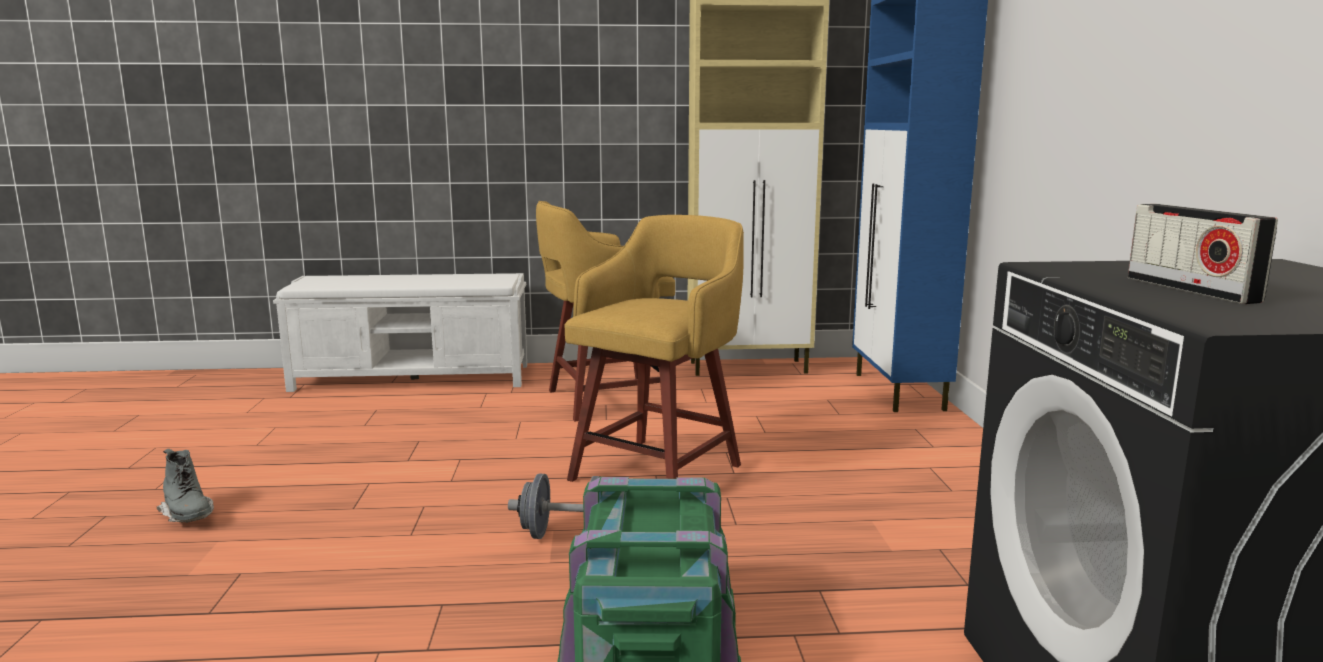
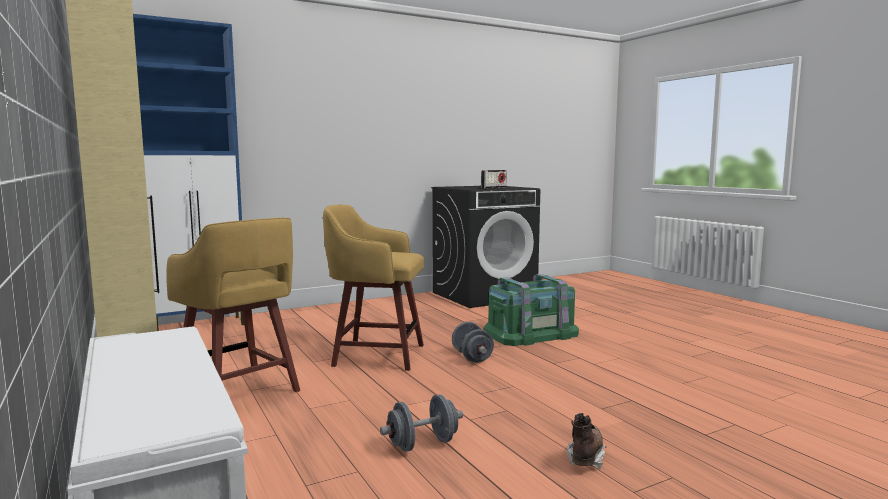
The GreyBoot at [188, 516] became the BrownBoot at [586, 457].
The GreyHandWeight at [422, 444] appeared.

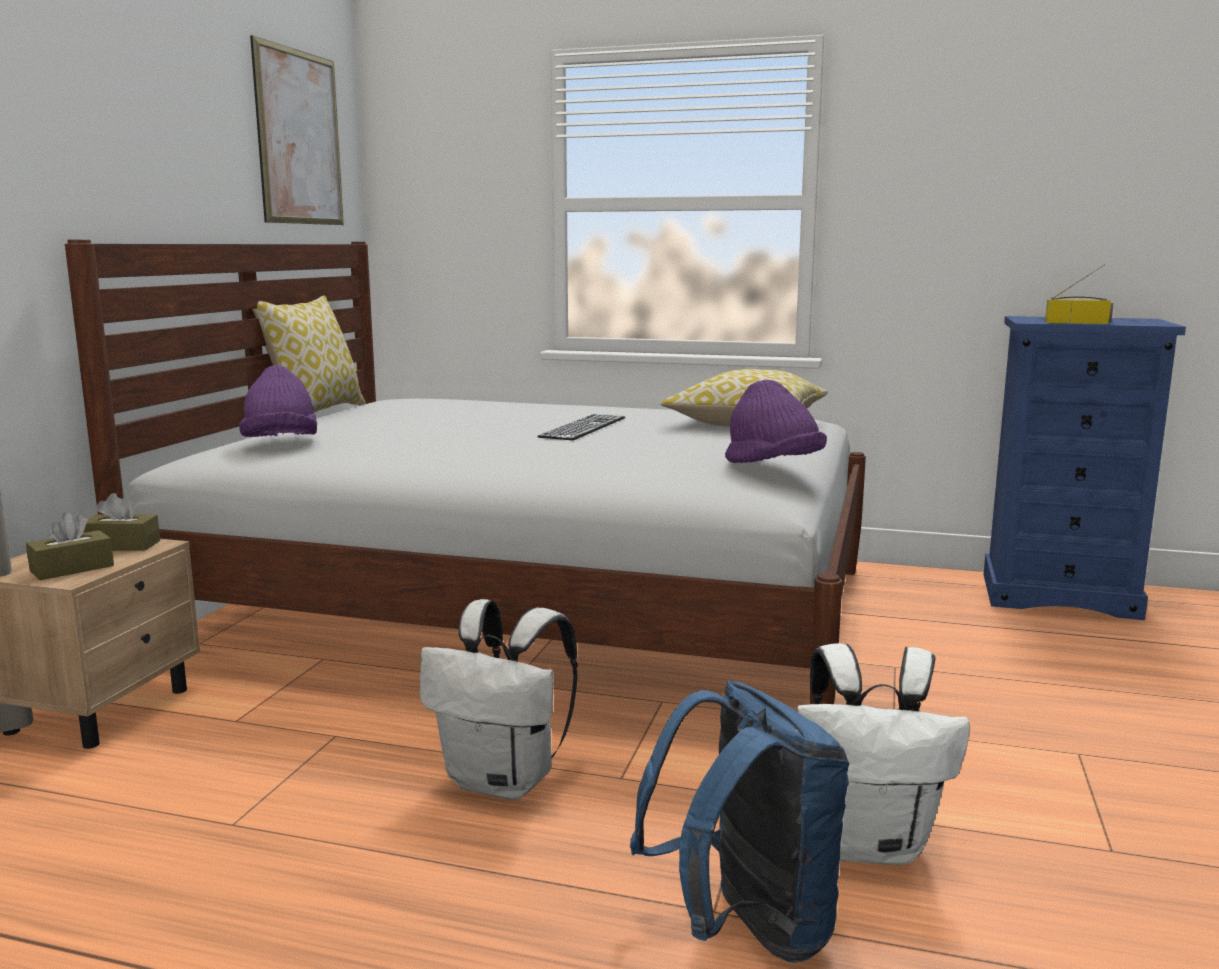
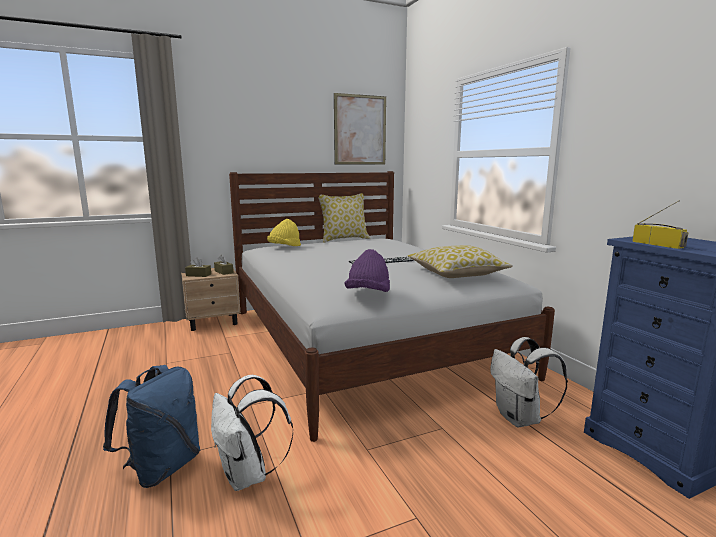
The PurplishClothingHat at [281, 443] became the YellowClothingHat at [284, 247].
The WhitishKnapsack moved from [504, 781] to [520, 418].

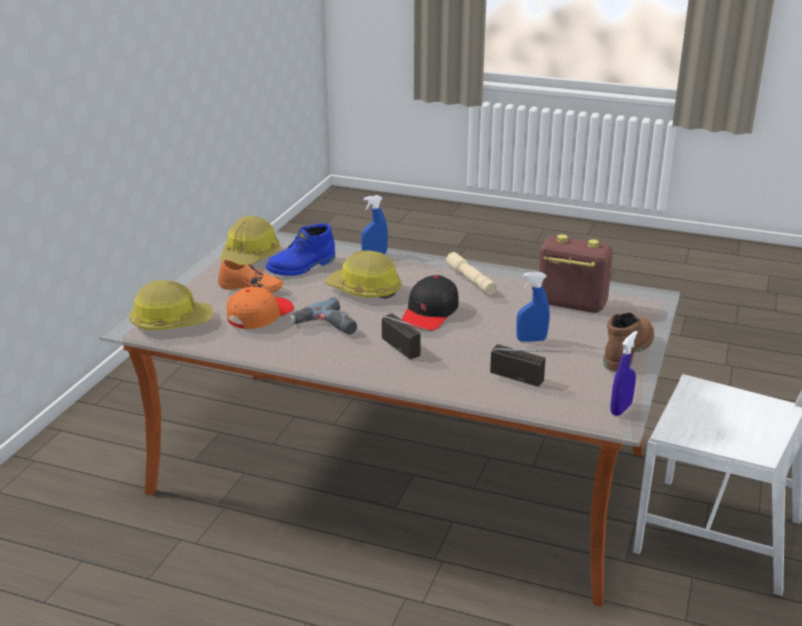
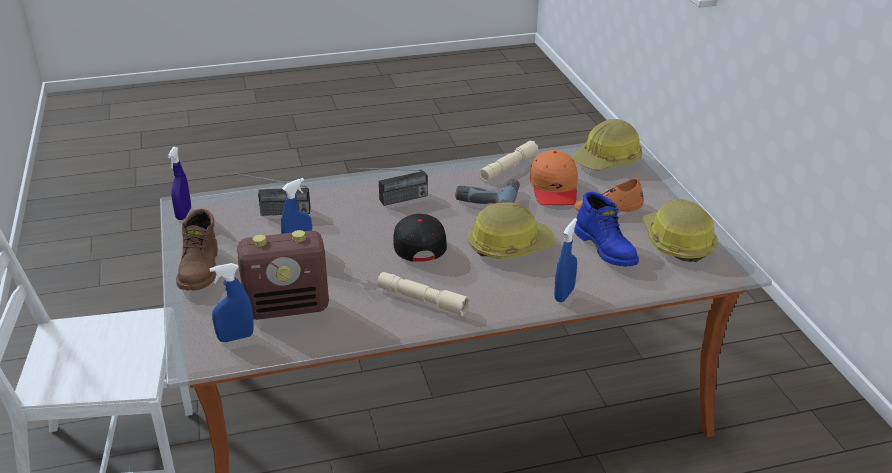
The BlueColouredBoot at [302, 267] turned 135 degrees clockwise.
The RadioSet at [409, 352] turned 45 degrees counterclockwise.
The BlueColouredSprayer at [236, 337] appeared.
The BeigeHandTorch at [508, 168] appeared.

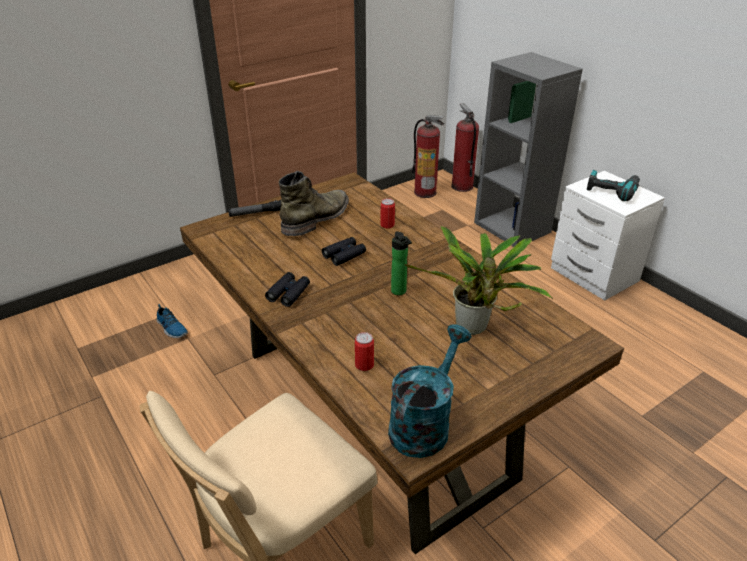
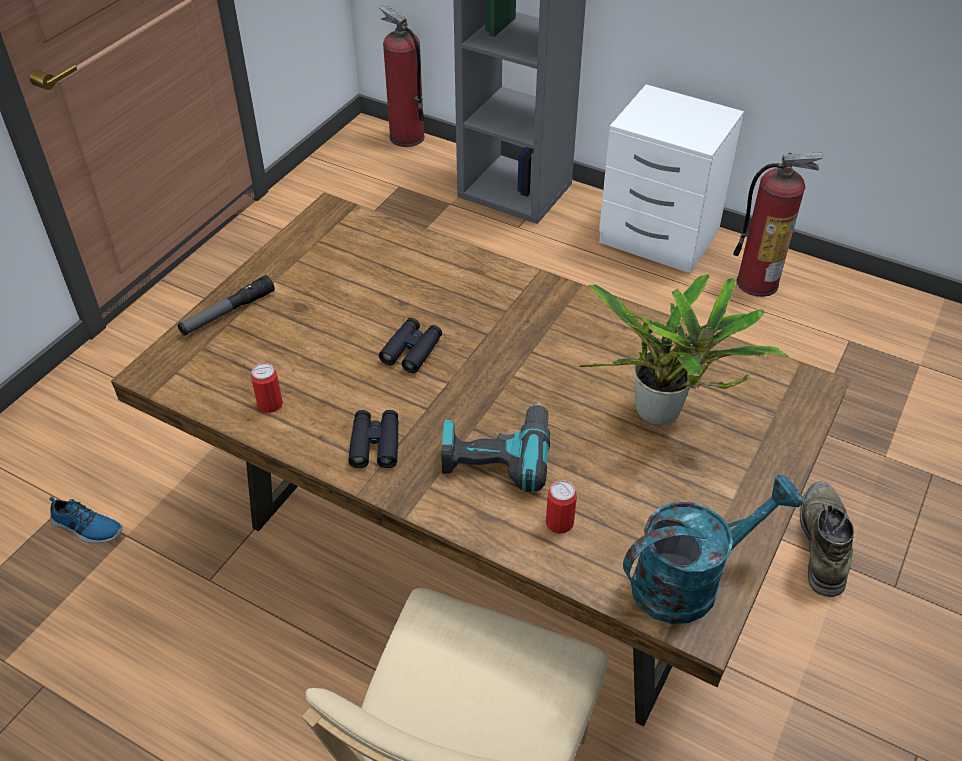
The GreenishBoot moved from [317, 218] to [823, 542].
The SealedCan moved from [387, 225] to [270, 404].
The TurquoiseSprinklingCan at [424, 423] turned 60 degrees clockwise.
The DrinkBottle at [400, 292] disappeared.
The Extinguisher moved from [425, 192] to [757, 282].
The Drill moved from [612, 190] to [496, 453].

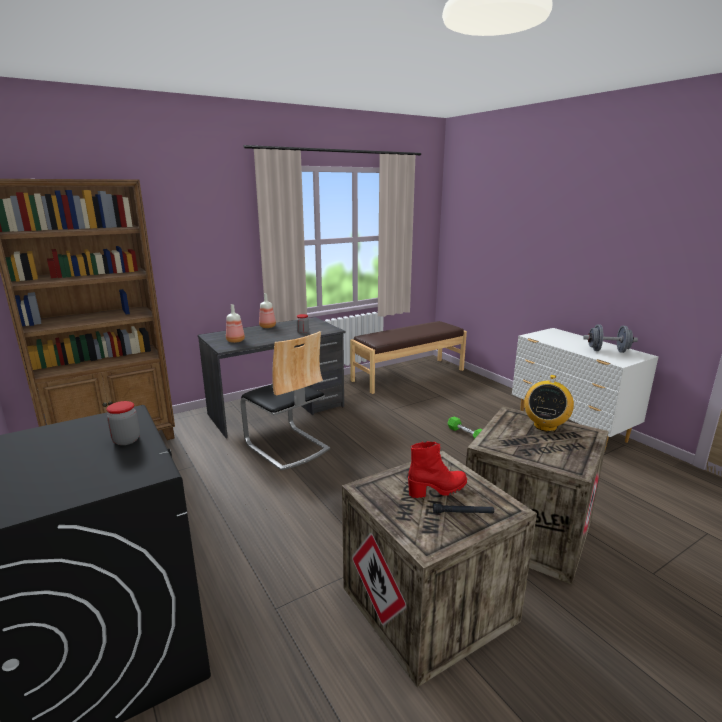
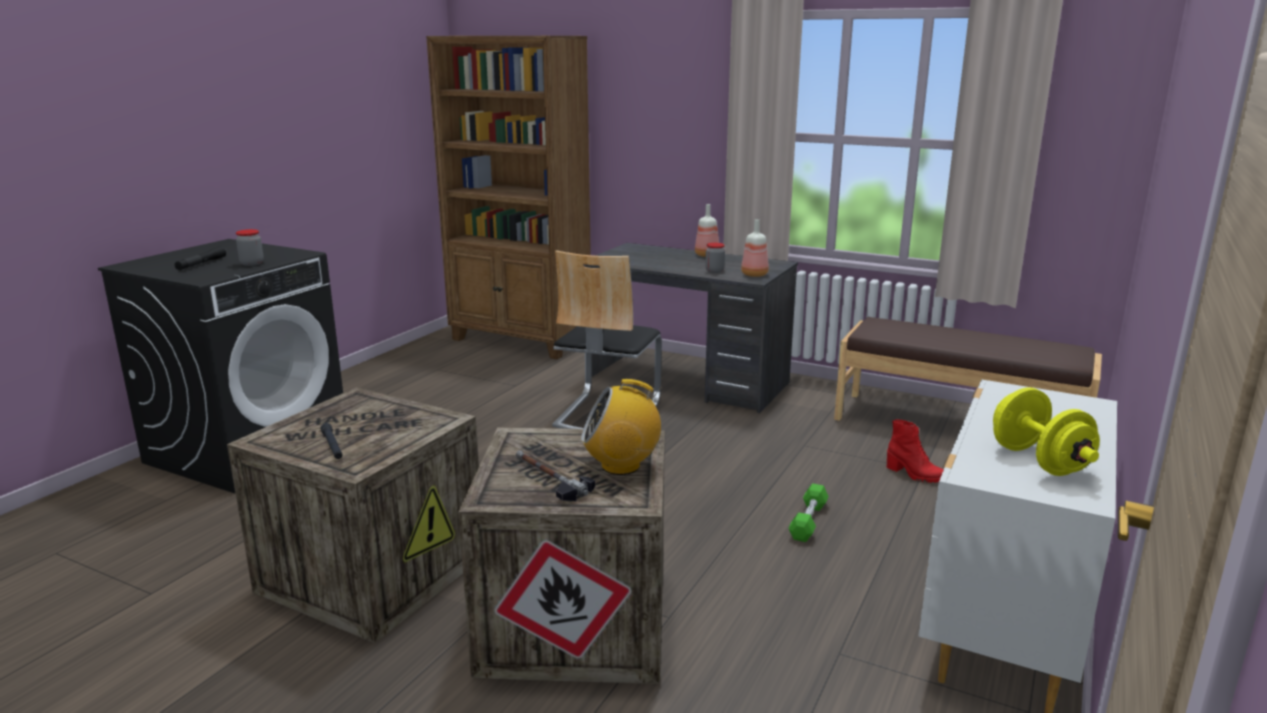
The DrinkBottle moved from [235, 340] to [754, 274].
The RedBoot moved from [438, 490] to [914, 475].
The GreyHandWeight at [607, 351] became the YellowHandWeight at [1039, 461].
The BlackColouredHandTorch at [201, 264] appeared.
The ToolHammer at [549, 479] appeared.

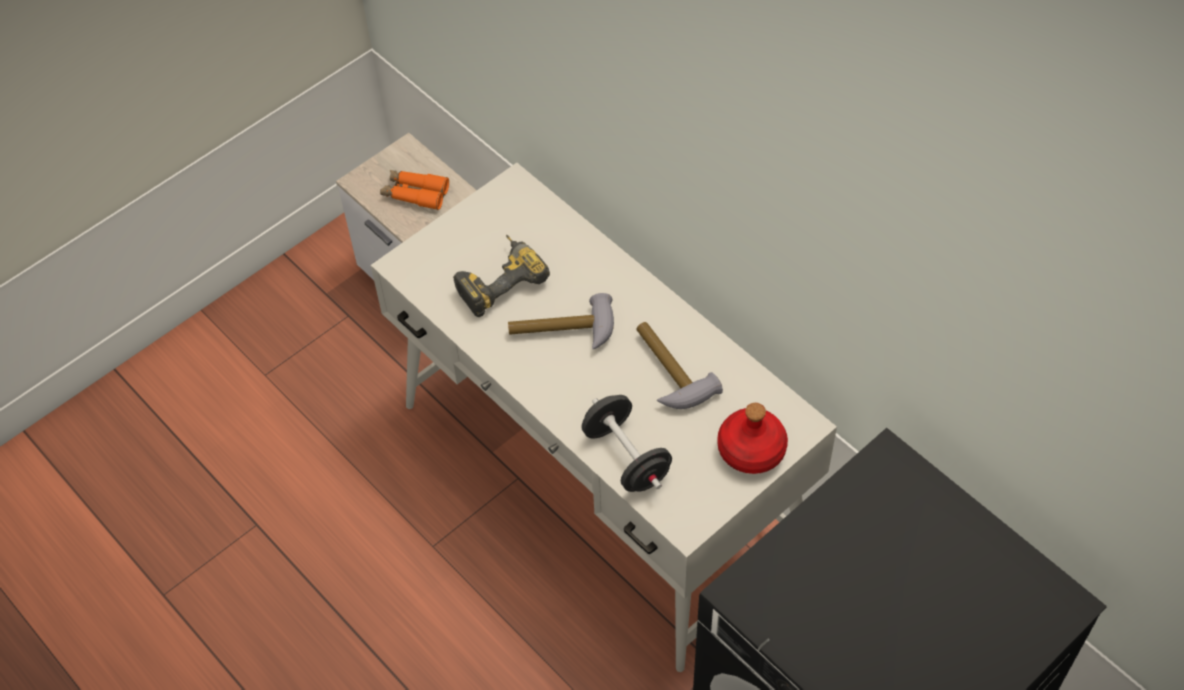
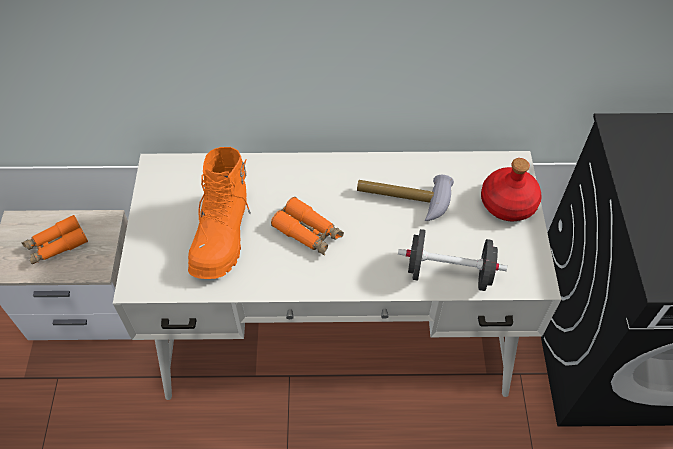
The Drill at [498, 280] was replaced by the OrangeyBoot at [222, 235].
The ToolHammer at [562, 332] was replaced by the OrangeyFieldGlasses at [308, 232].

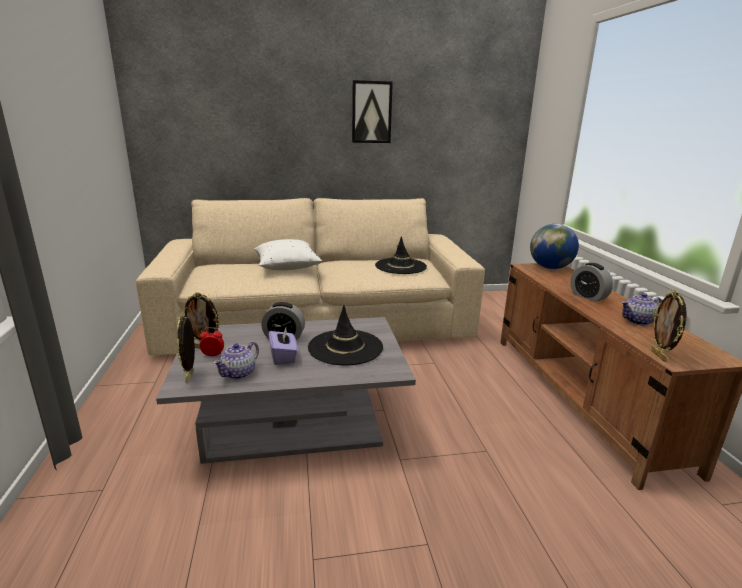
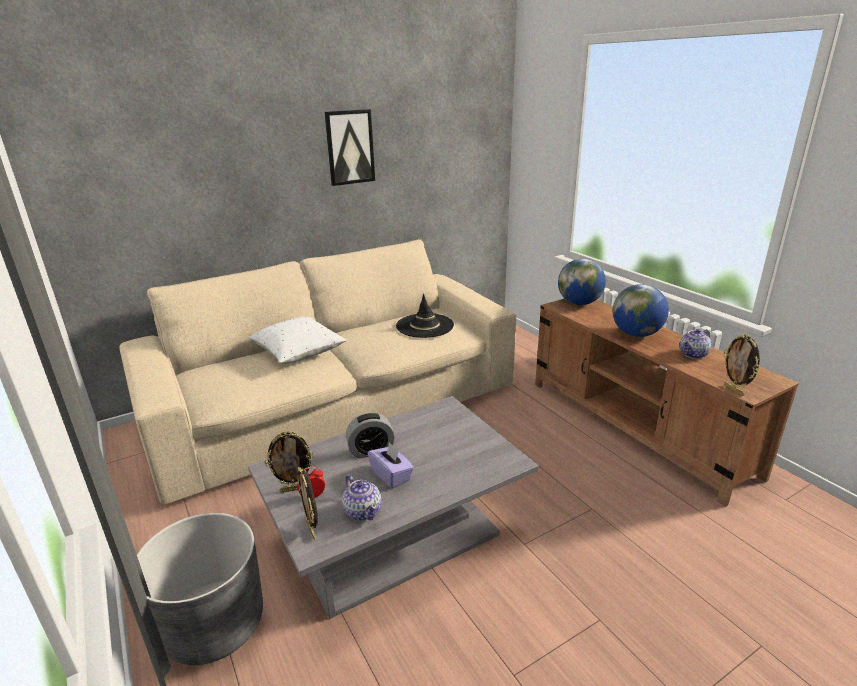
The Teapot at [239, 373] turned 45 degrees counterclockwise.
The BlackColouredClothingHat at [345, 347] disappeared.
The AlarmClock at [588, 297] was replaced by the Globe at [636, 334].
The GreyPlanter at [214, 625] appeared.

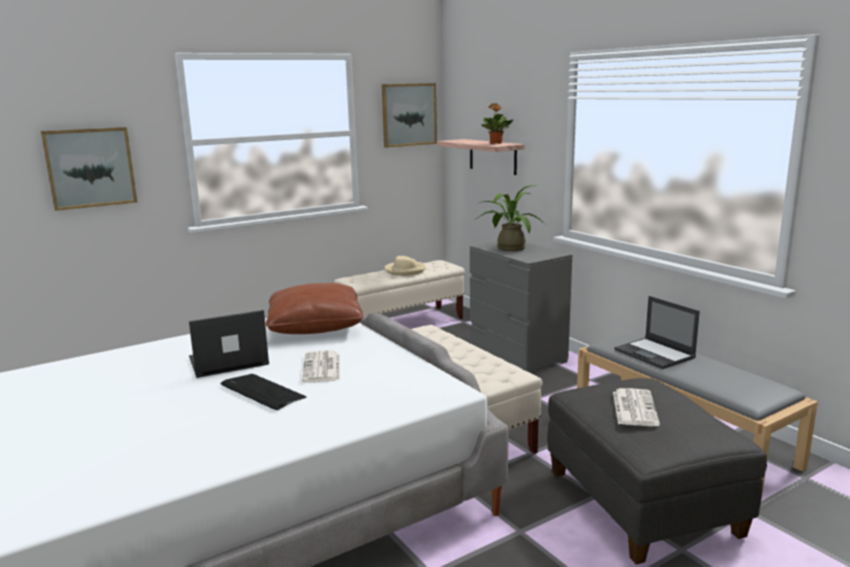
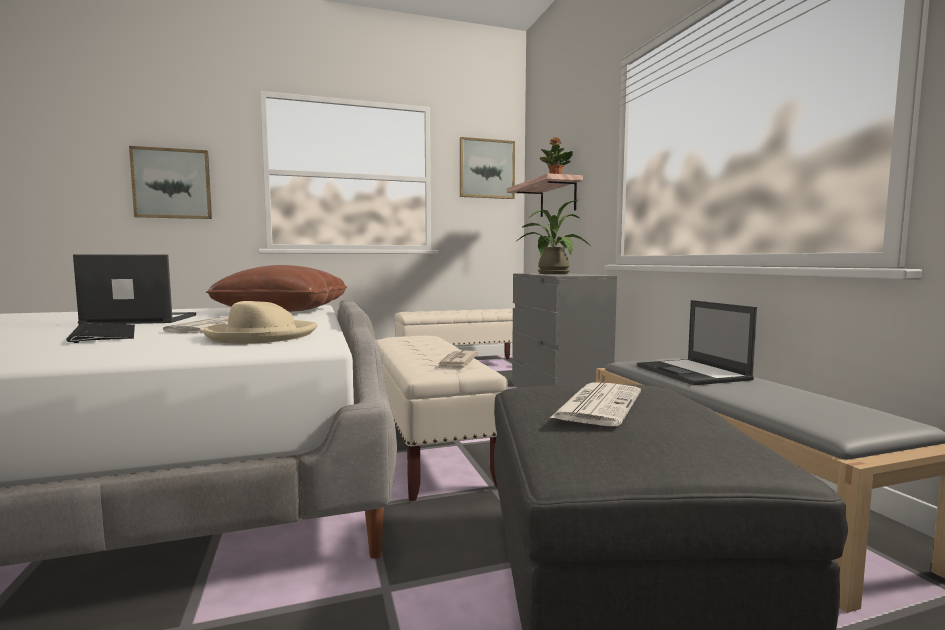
The BeigeClothingHat moved from [405, 270] to [261, 336].
The DailyPaper at [457, 362] appeared.

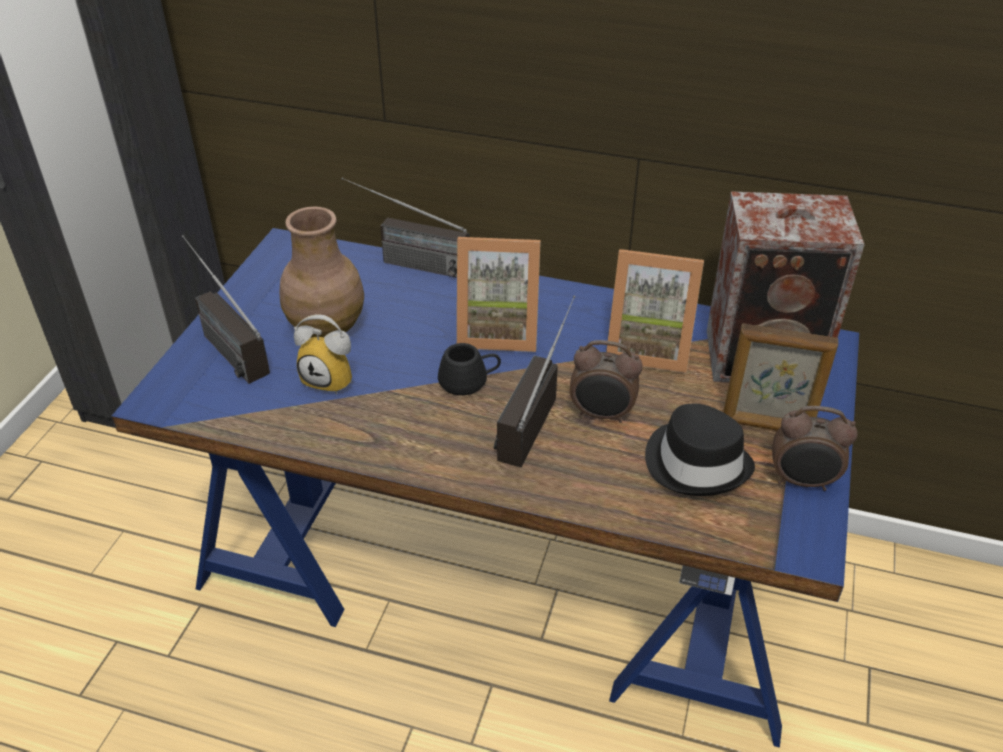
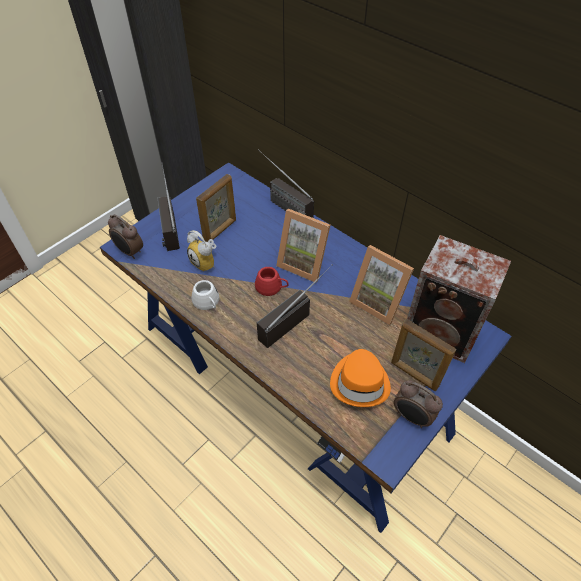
The BrownFlowerVase at [326, 327] was replaced by the PictureFrame at [220, 230].
The BlackColouredMug at [469, 381] became the RedMug at [272, 287].
The AlarmClock moved from [602, 415] to [130, 252].
The BlackColouredClothingHat at [697, 463] became the OrangeyClothingHat at [360, 382].
The WhitishMug at [207, 303] appeared.

